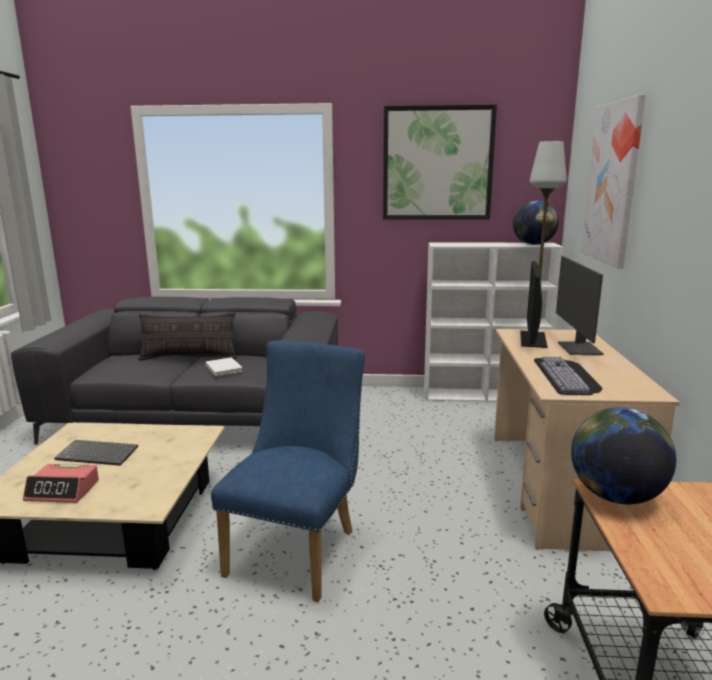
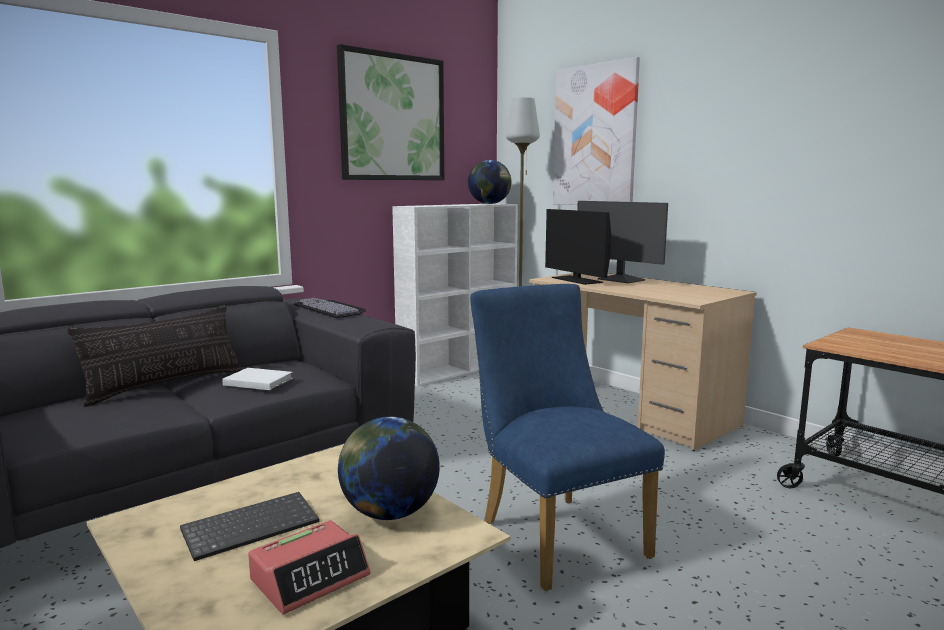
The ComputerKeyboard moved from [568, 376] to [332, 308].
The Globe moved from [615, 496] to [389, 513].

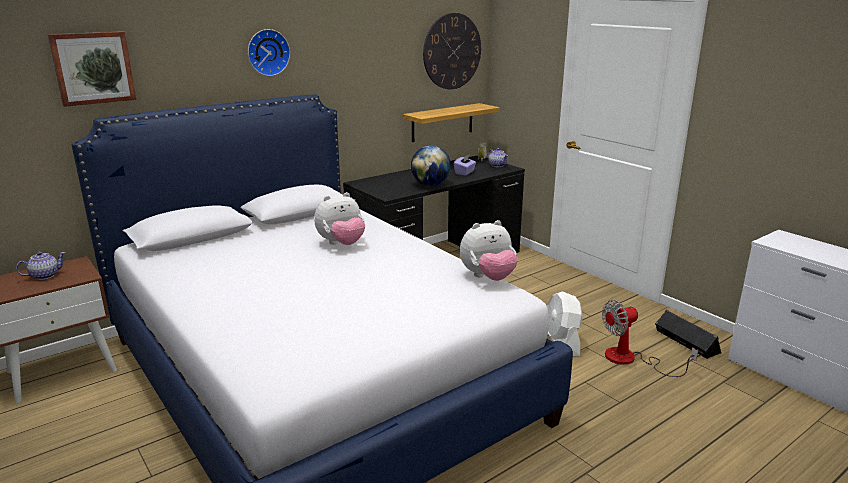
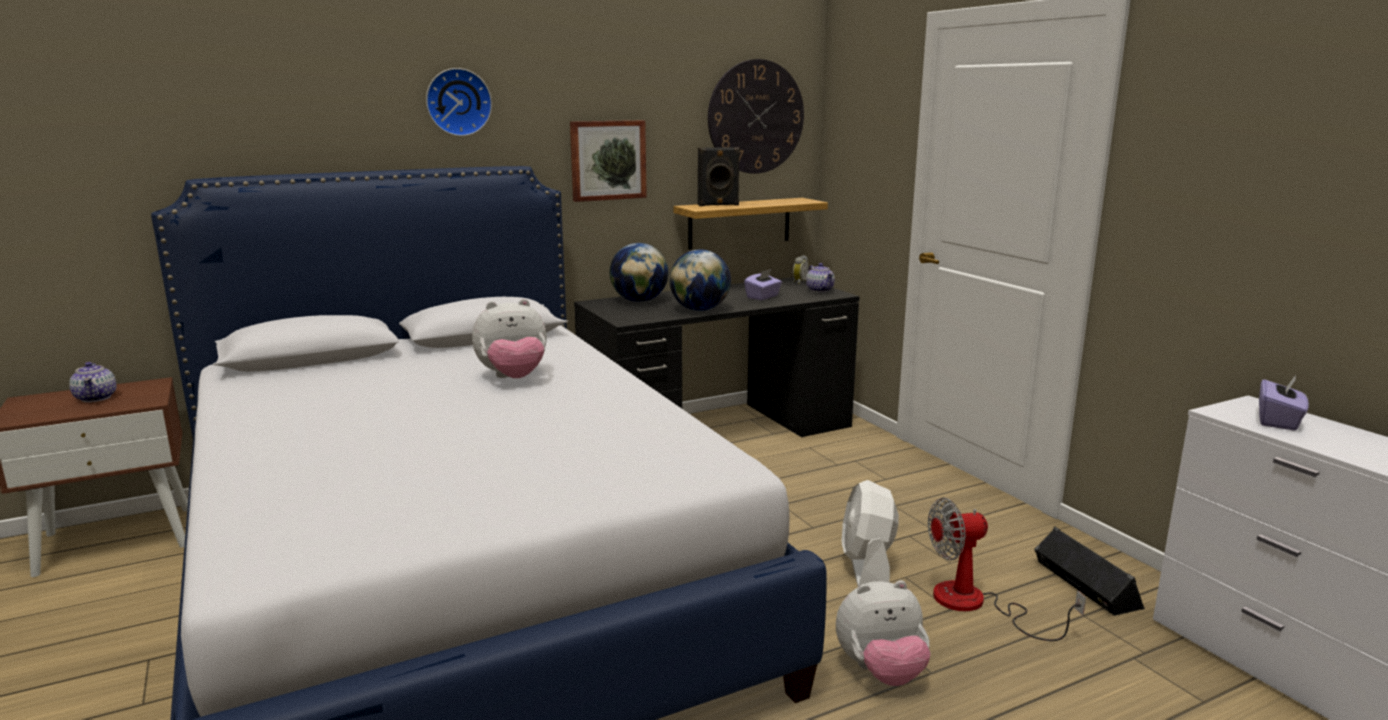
The Teapot at [44, 275] turned 90 degrees clockwise.
The WallPicture moved from [93, 68] to [607, 160].
The PlushToy moved from [488, 278] to [881, 672].
The Globe at [639, 301] appeared.
The BlackColouredLoudspeaker at [718, 205] appeared.
The PurplishTissueBox at [1278, 421] appeared.

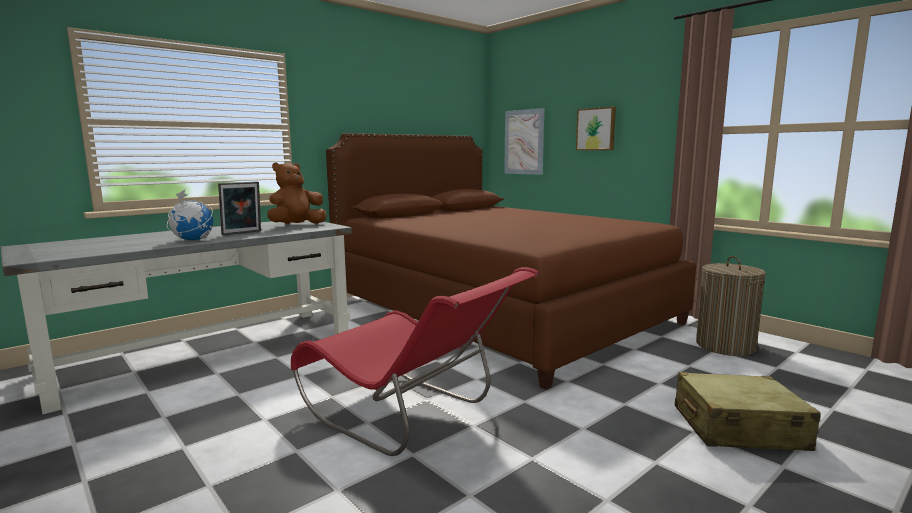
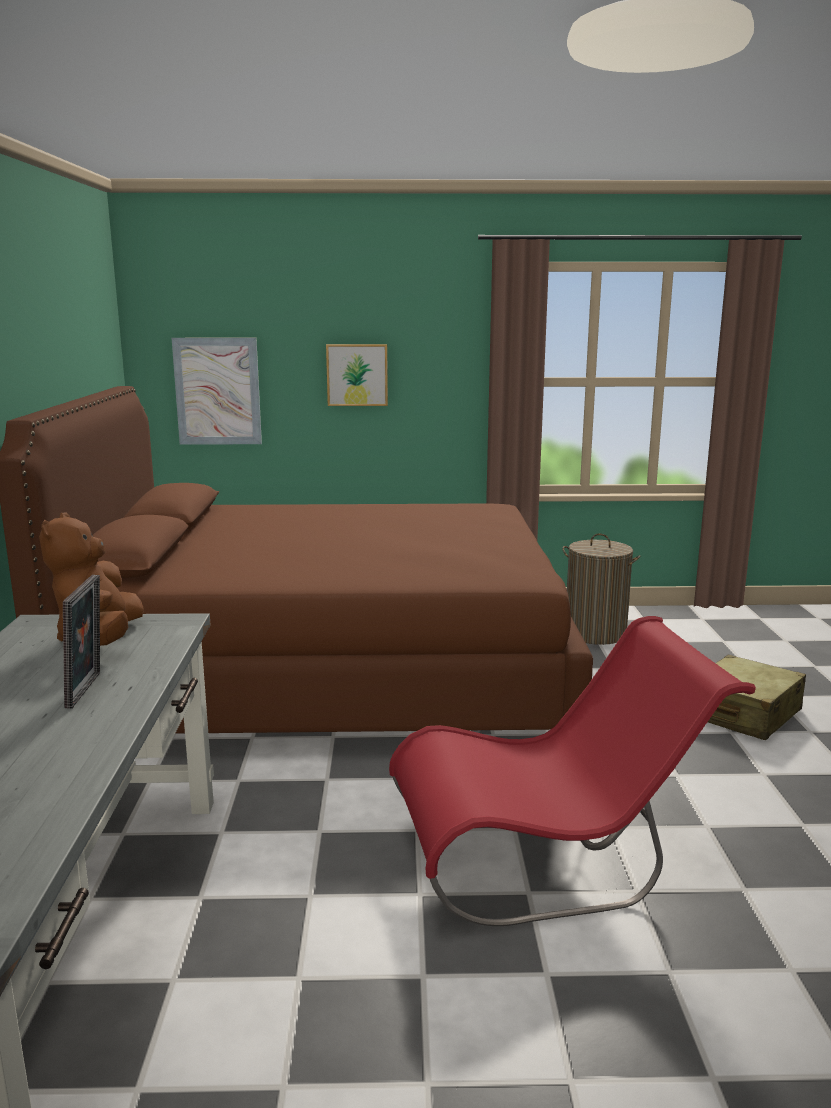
The Globe at [192, 240] disappeared.

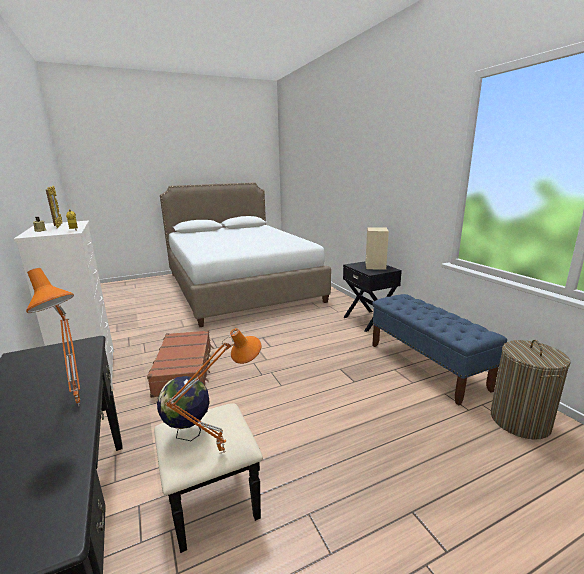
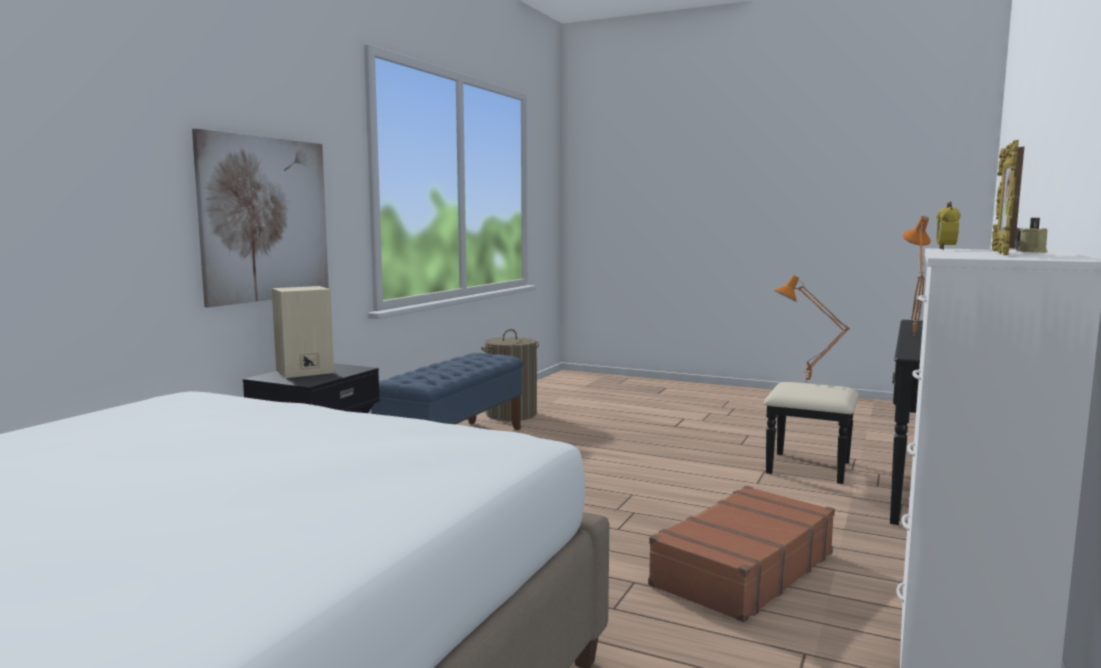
The Globe at [188, 433] disappeared.
The WallPicture at [265, 219] appeared.

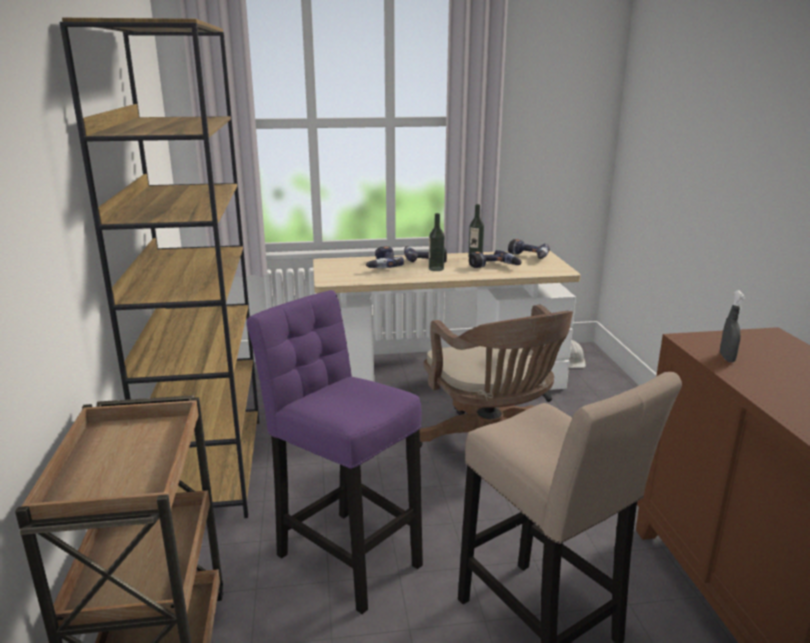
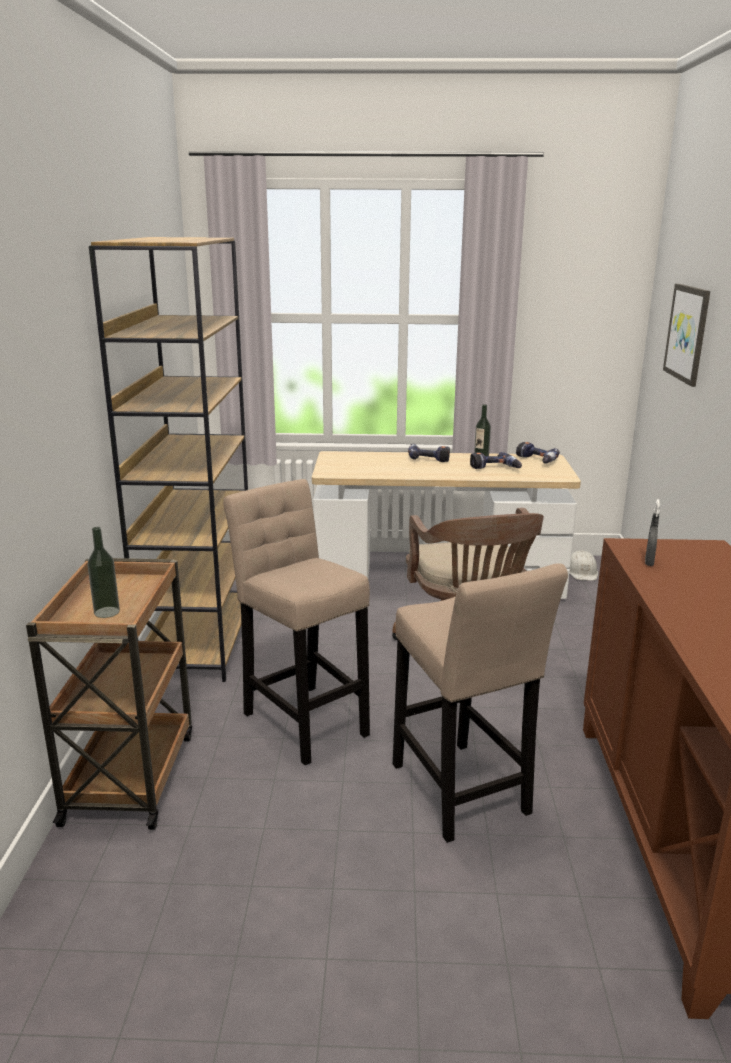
The PurplishStool at [344, 554] became the BeigeStool at [303, 719].
The Drill at [381, 265] disappeared.
The DrinkBottle moved from [436, 269] to [107, 612].
The WallPicture at [688, 333] appeared.

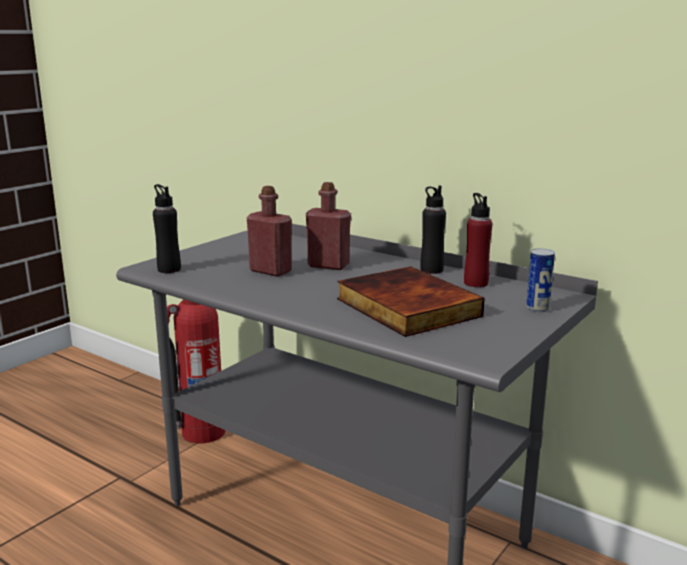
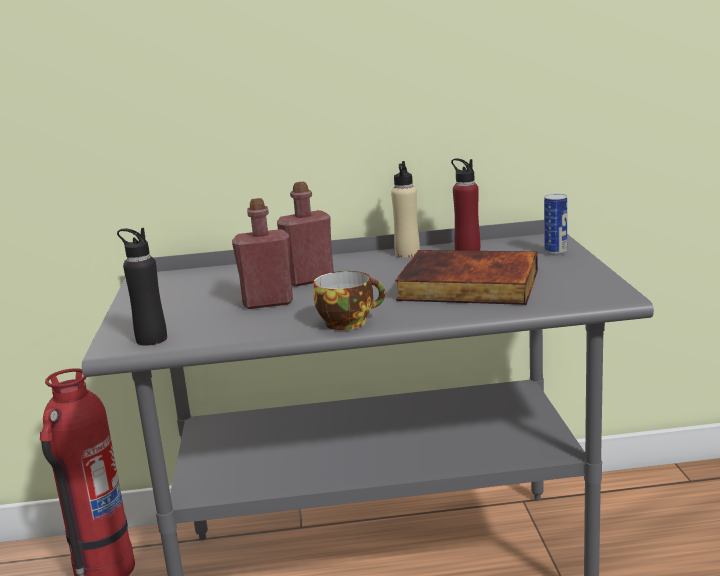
The BlackColouredDrinkBottle at [431, 270] became the BeigeDrinkBottle at [407, 253].
The Cup at [348, 322] appeared.

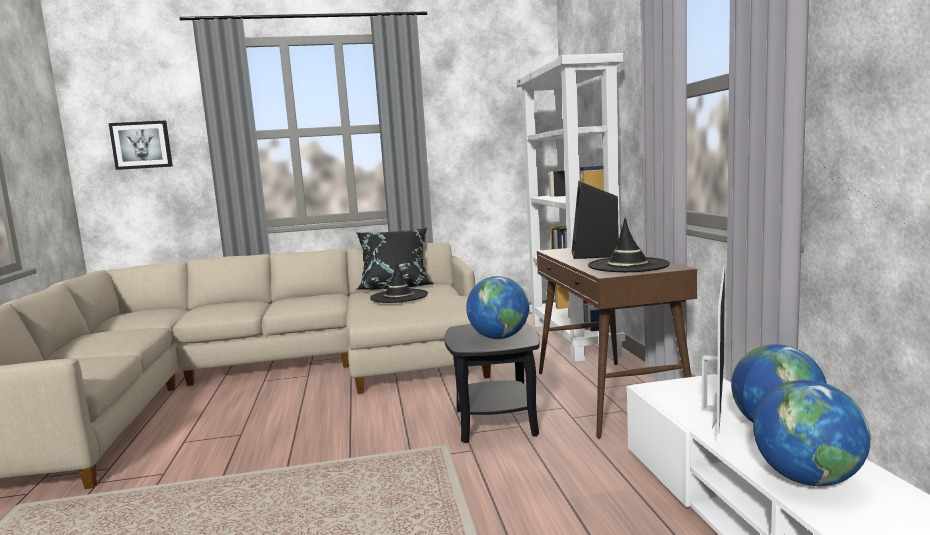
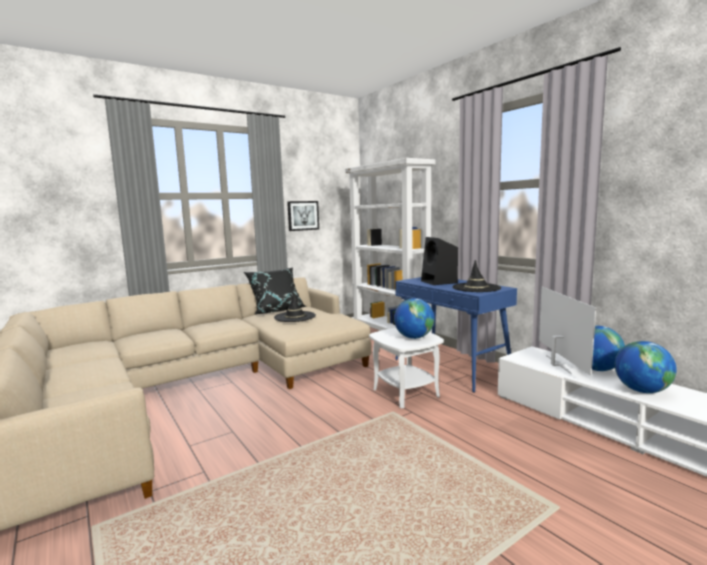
The WallPicture moved from [141, 145] to [303, 215].
The BlackColouredEndTable at [496, 423] became the WhitishEndTable at [406, 393].
The BrownNarrowTable at [609, 396] became the BlueColouredNarrowTable at [451, 368].

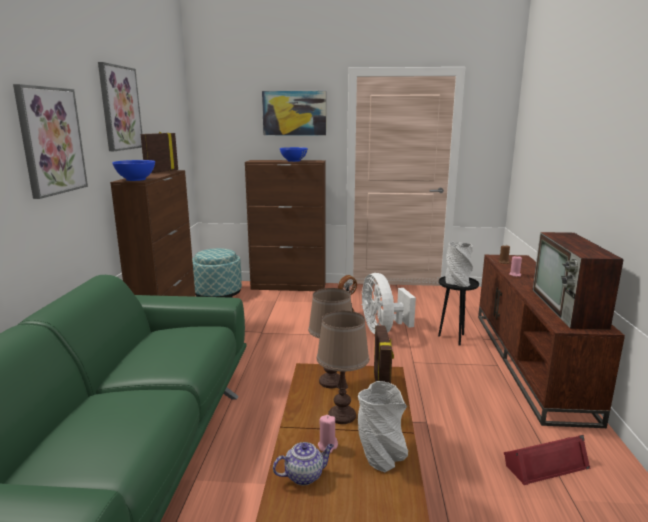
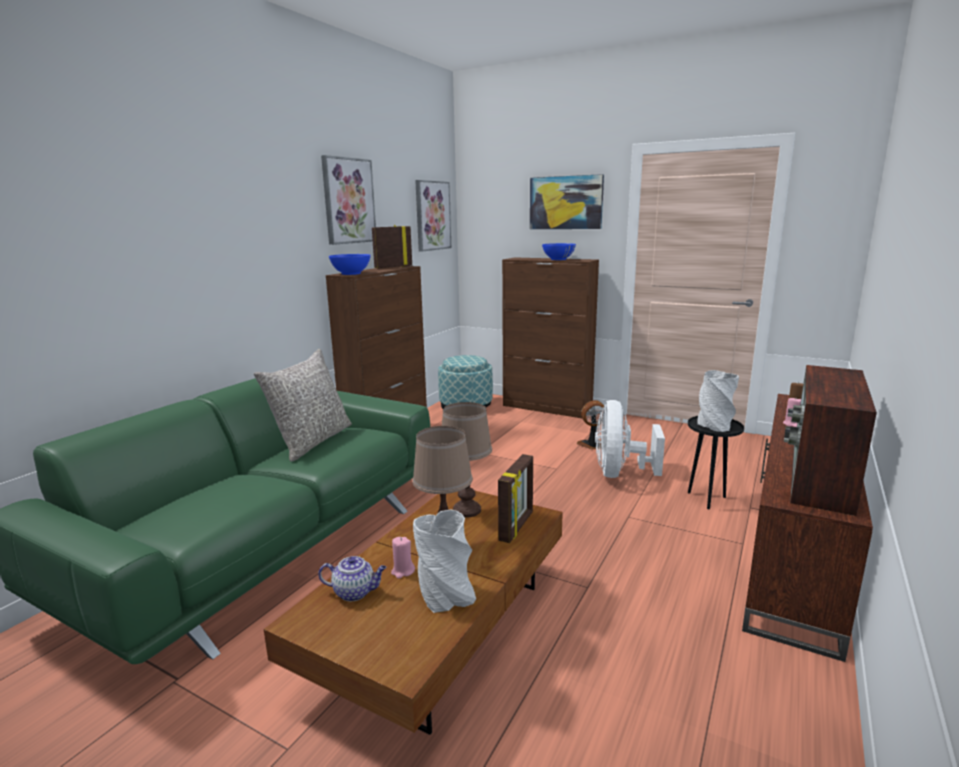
The WallPicture moved from [51, 141] to [432, 216].
The RedLoudspeaker at [545, 464] disappeared.
The GreyThrowPillow at [312, 441] appeared.

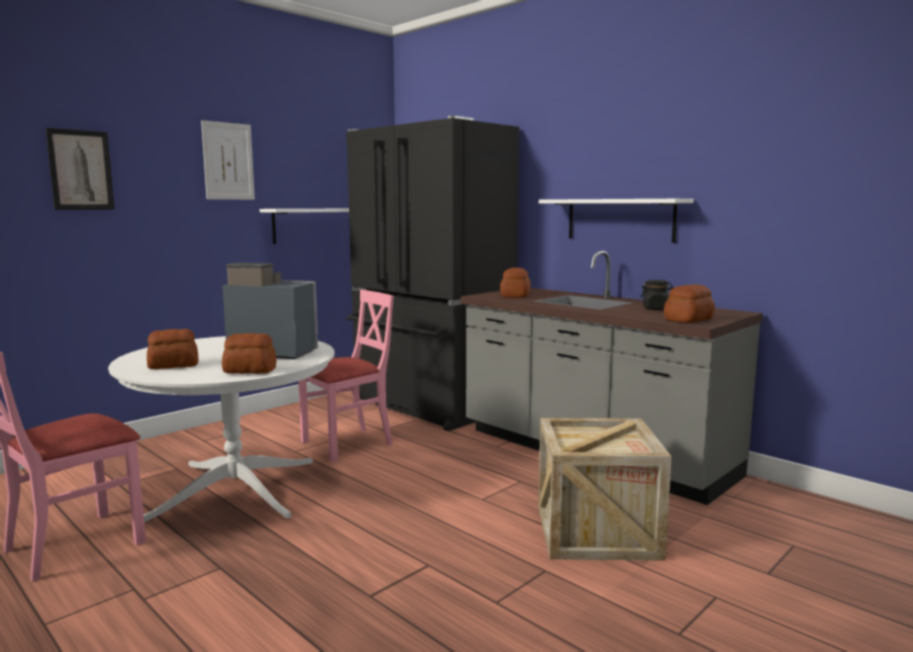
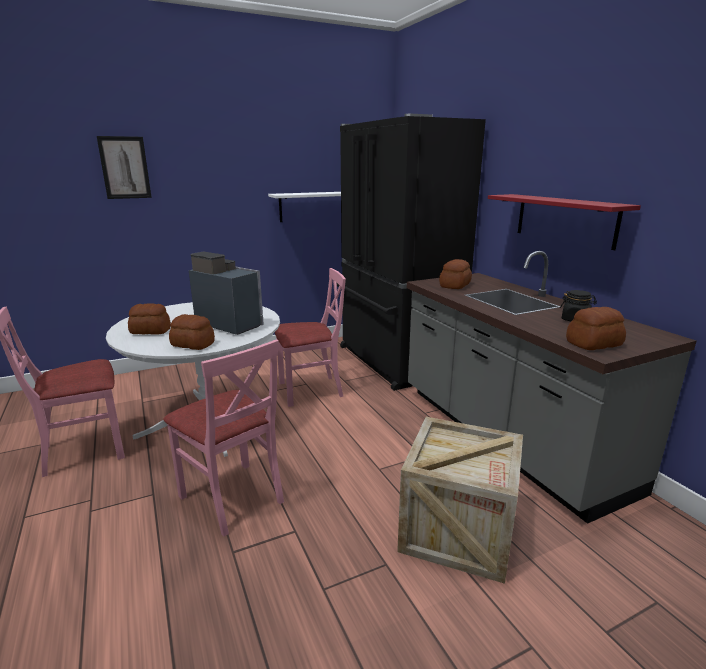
The WallPicture at [228, 161] disappeared.
The WhitishBracketShelf at [620, 220] became the RedBracketShelf at [565, 220].
The PinkColouredChair at [233, 497] appeared.

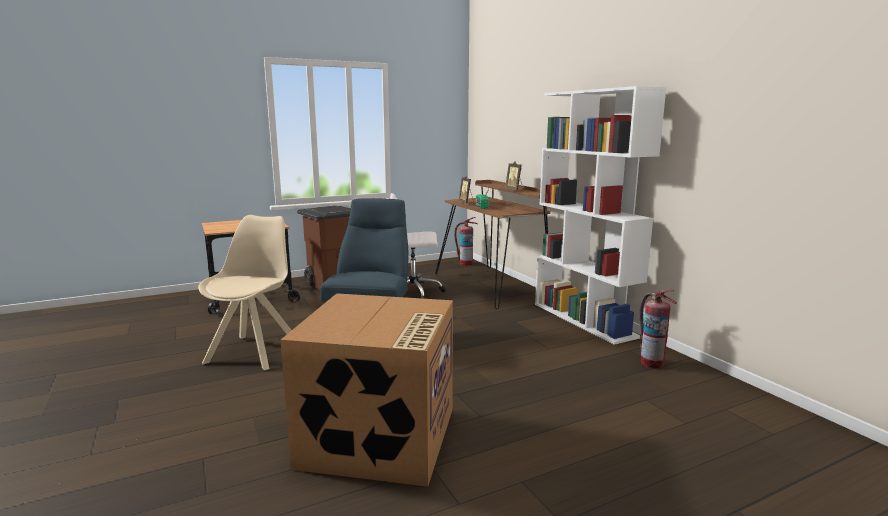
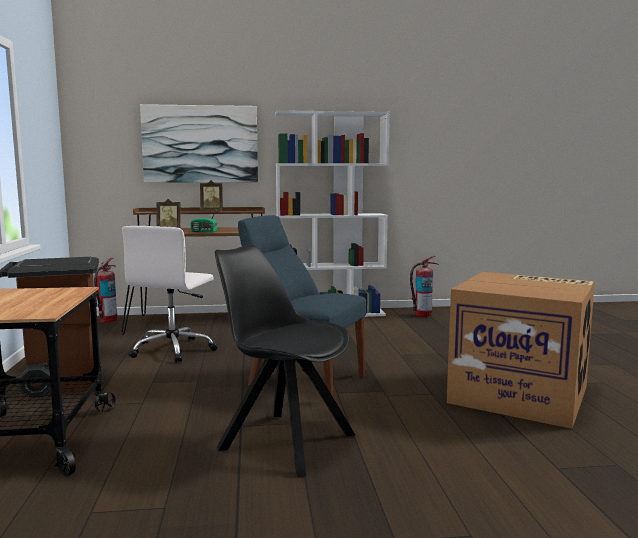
The BeigeChair at [255, 351] became the BlackColouredChair at [284, 441].
The WallPicture at [200, 144] appeared.

